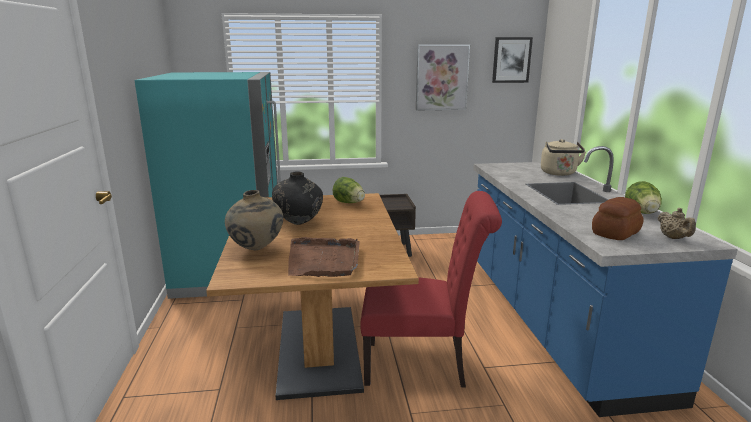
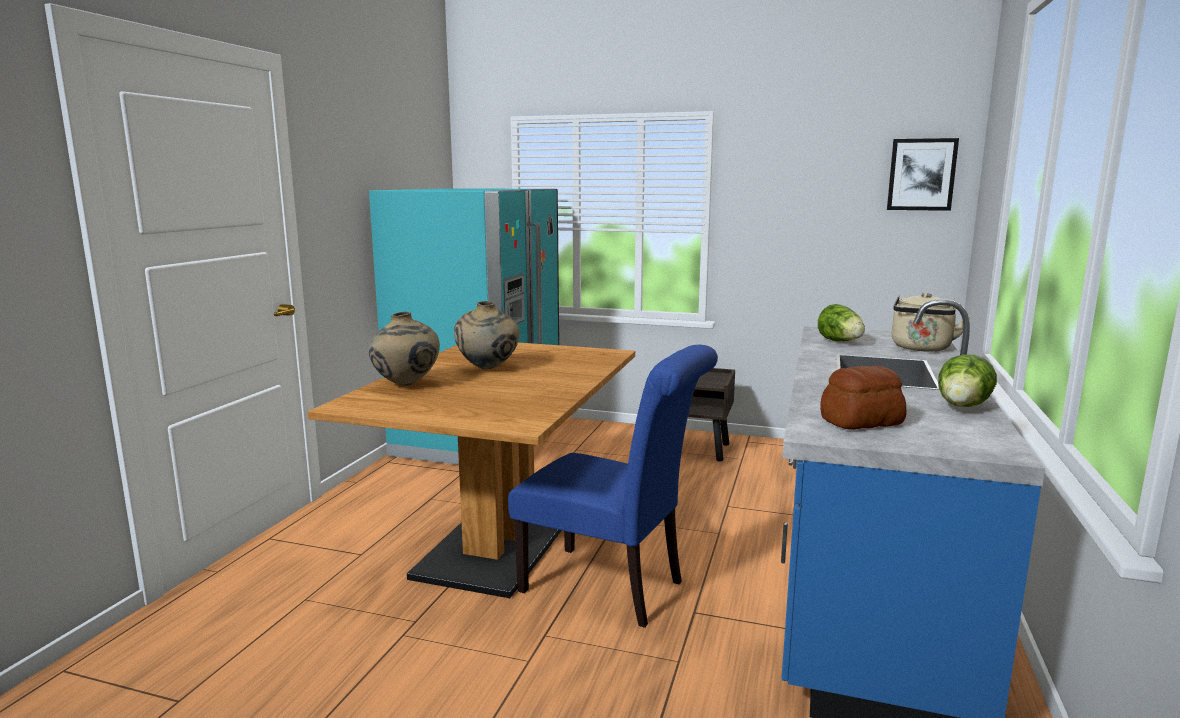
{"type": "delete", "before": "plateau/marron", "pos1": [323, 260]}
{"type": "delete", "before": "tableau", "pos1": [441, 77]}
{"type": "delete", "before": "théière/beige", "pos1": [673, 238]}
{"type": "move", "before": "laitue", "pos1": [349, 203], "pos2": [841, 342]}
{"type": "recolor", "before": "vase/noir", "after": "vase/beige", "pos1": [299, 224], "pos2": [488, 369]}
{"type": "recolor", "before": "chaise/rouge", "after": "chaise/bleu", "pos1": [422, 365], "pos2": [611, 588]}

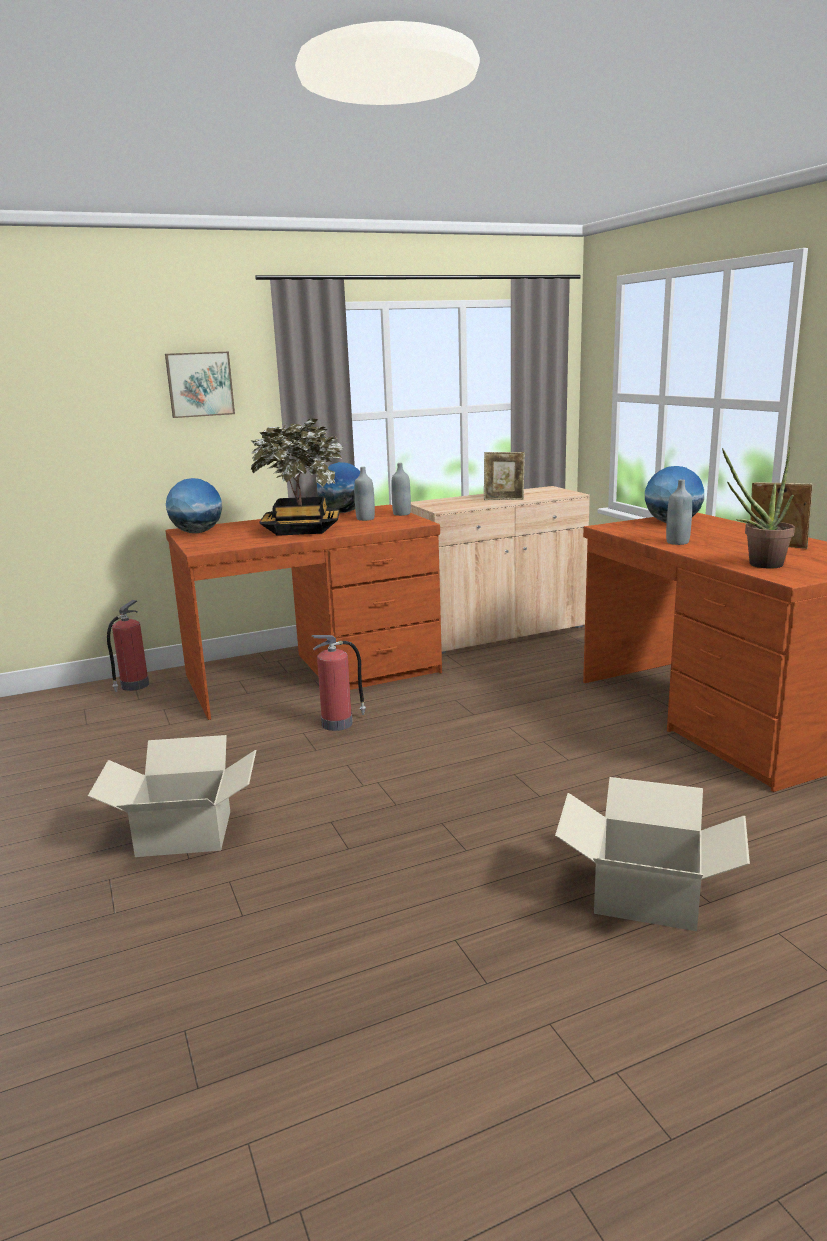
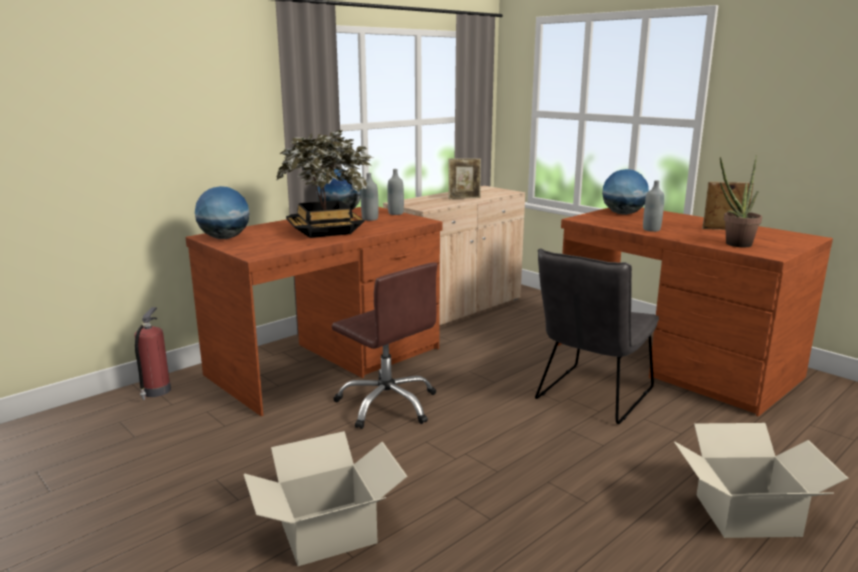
{"type": "delete", "before": "tableau", "pos1": [200, 384]}
{"type": "insert", "after": "chaise/gris", "pos2": [590, 397]}
{"type": "replace", "before": "extincteur", "after": "chaise de bureau/marron", "pos1": [339, 723], "pos2": [387, 404]}

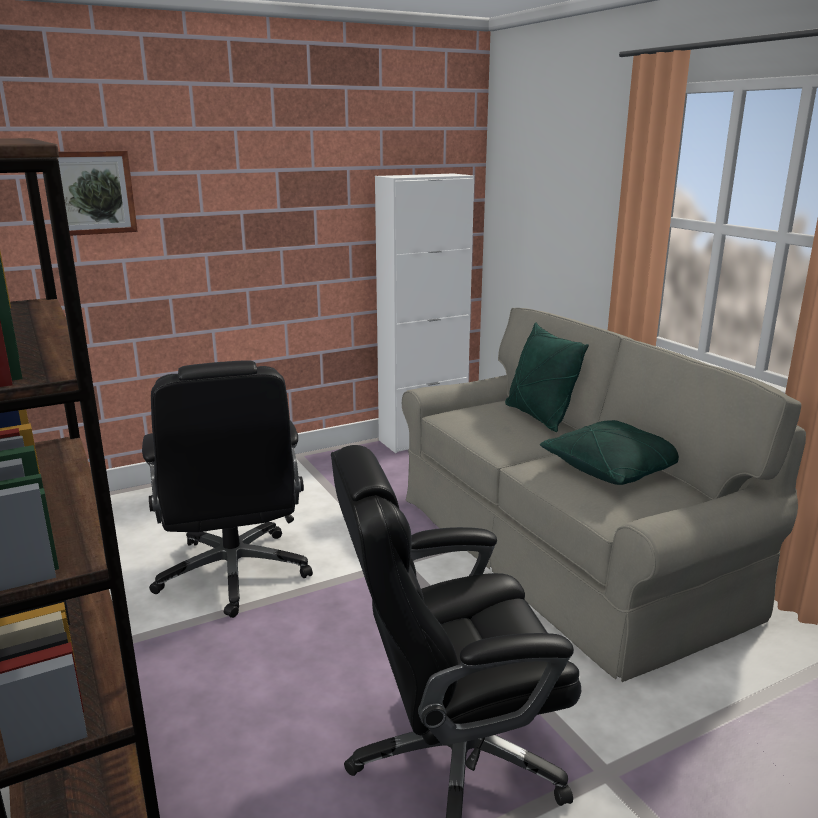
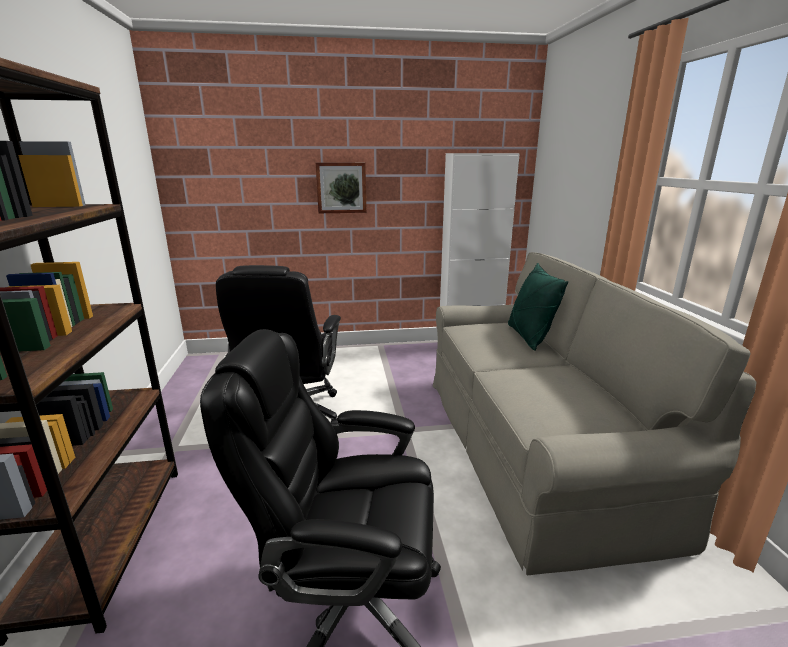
{"type": "delete", "before": "coussin/vert", "pos1": [614, 469]}
{"type": "move", "before": "tableau", "pos1": [89, 192], "pos2": [341, 187]}

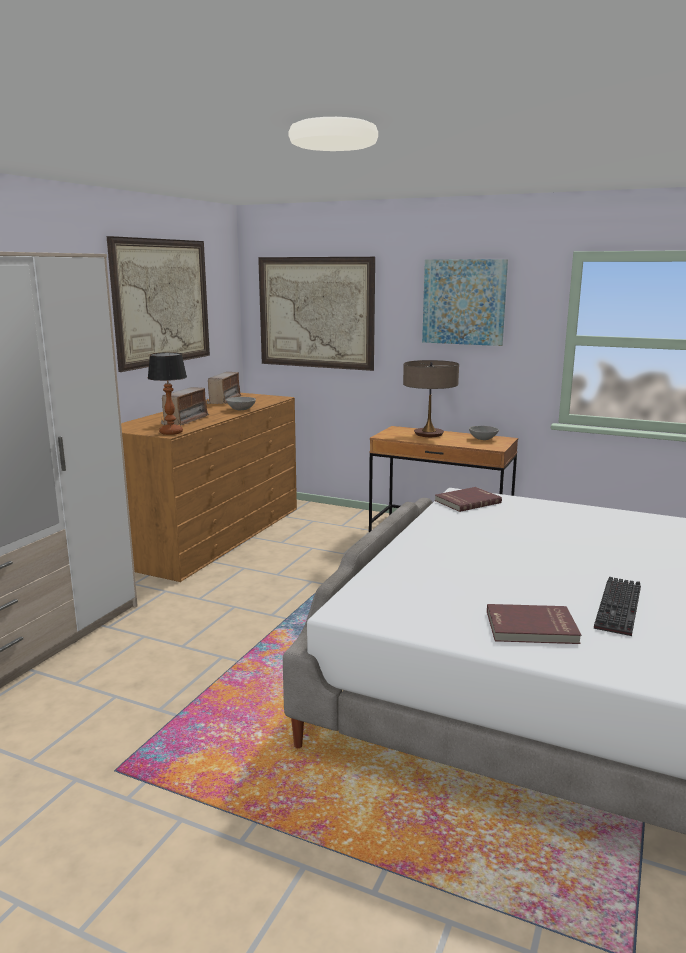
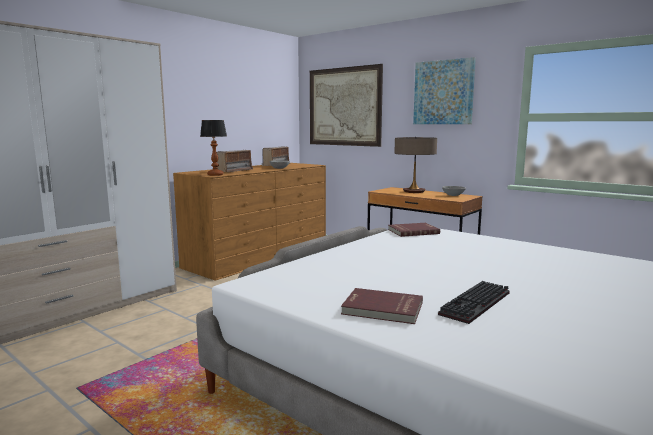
{"type": "delete", "before": "tableau", "pos1": [162, 302]}

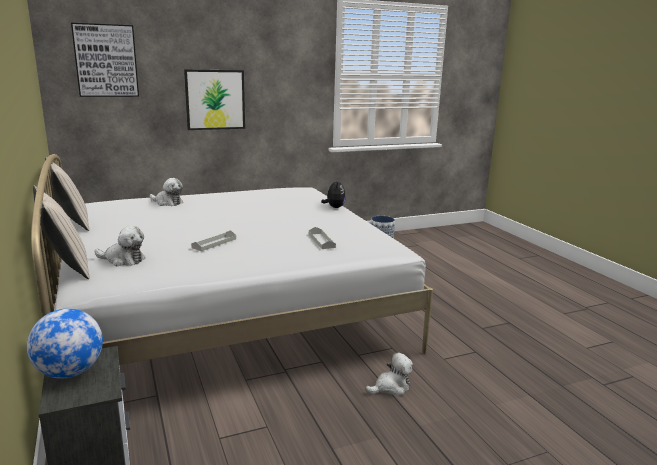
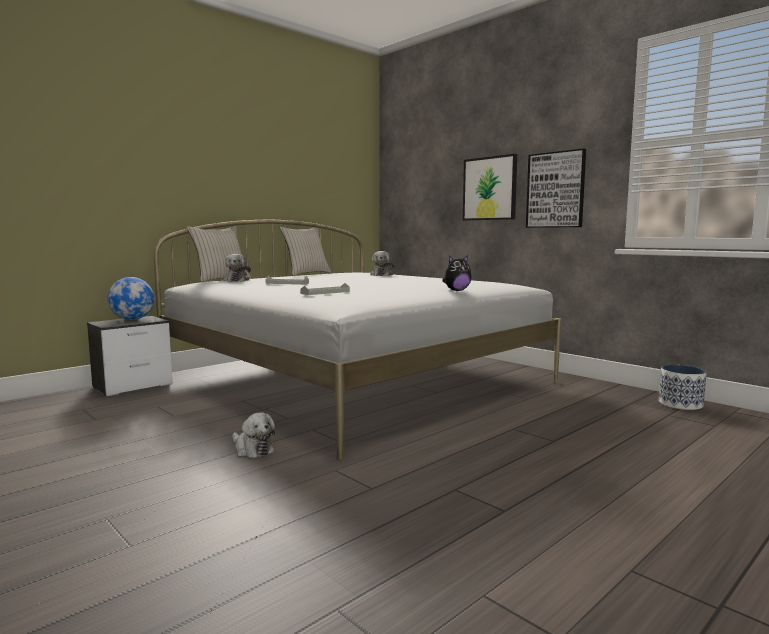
{"type": "move", "before": "tableau", "pos1": [106, 60], "pos2": [555, 190]}

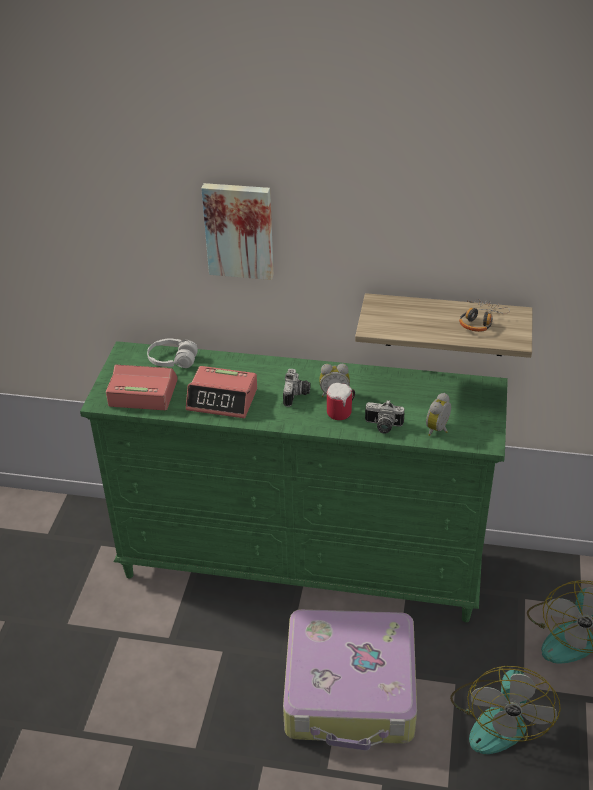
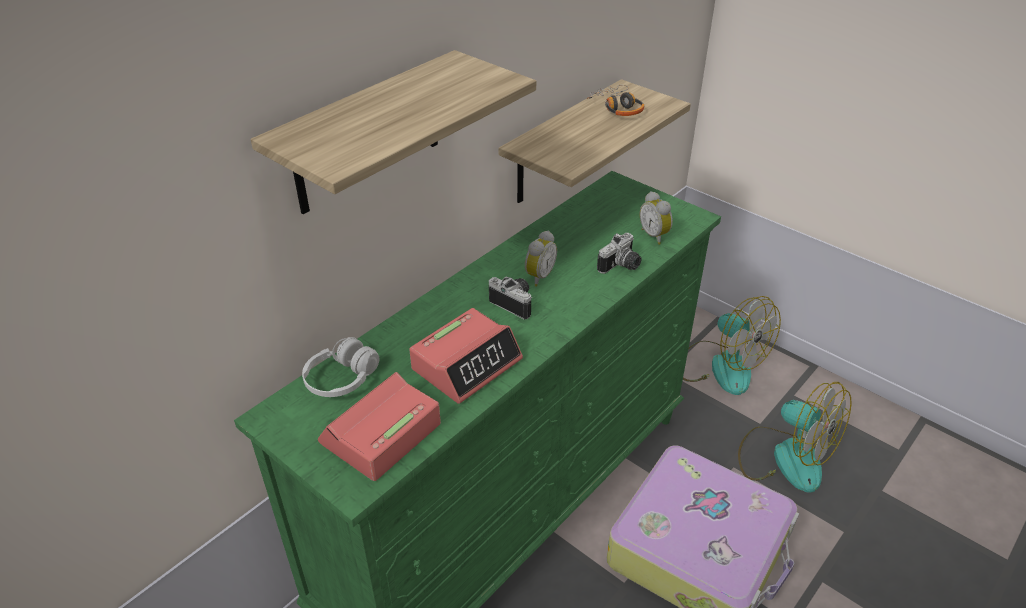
{"type": "delete", "before": "mug", "pos1": [342, 412]}
{"type": "replace", "before": "tableau", "after": "étagère", "pos1": [239, 230], "pos2": [367, 134]}

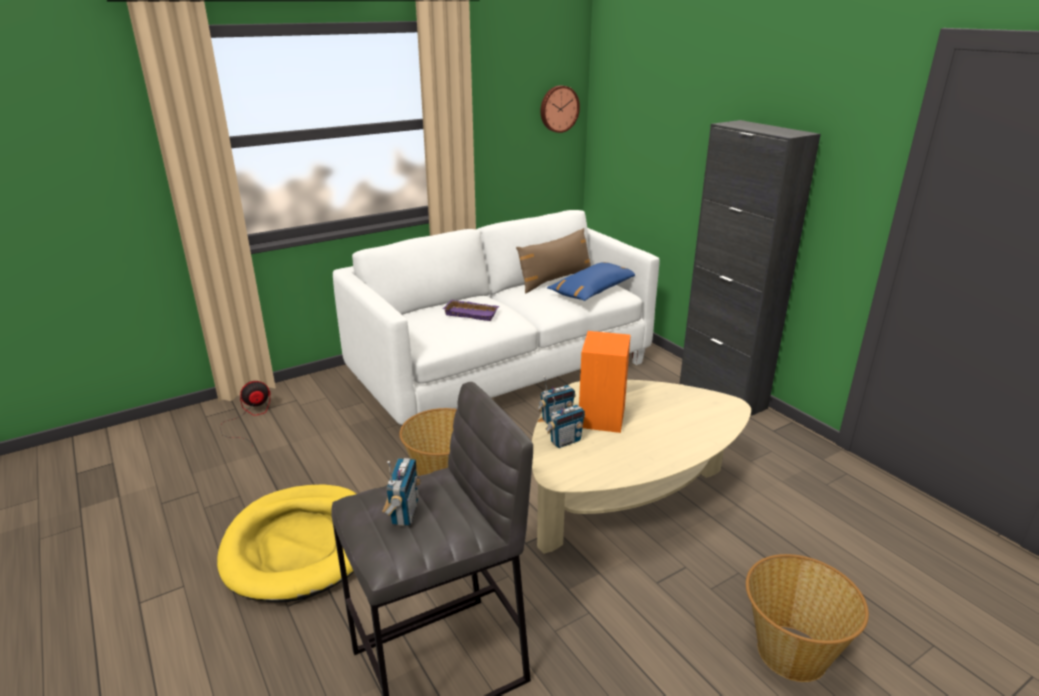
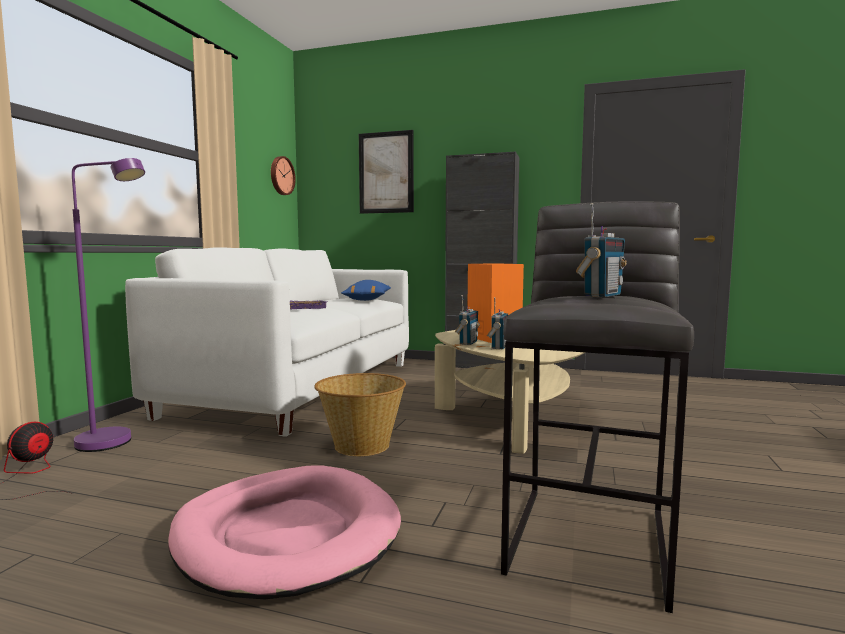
{"type": "delete", "before": "coussin/marron", "pos1": [555, 280]}
{"type": "delete", "before": "panier", "pos1": [791, 651]}
{"type": "insert", "after": "lampadaire/violet", "pos2": [114, 444]}
{"type": "insert", "after": "tableau", "pos2": [386, 172]}
{"type": "recolor", "before": "panier pour chien/jaune", "after": "panier pour chien/rose", "pos1": [299, 545], "pos2": [287, 535]}
{"type": "rotate", "before": "radio", "pos1": [404, 513], "pos2": [601, 295], "turn": 75}

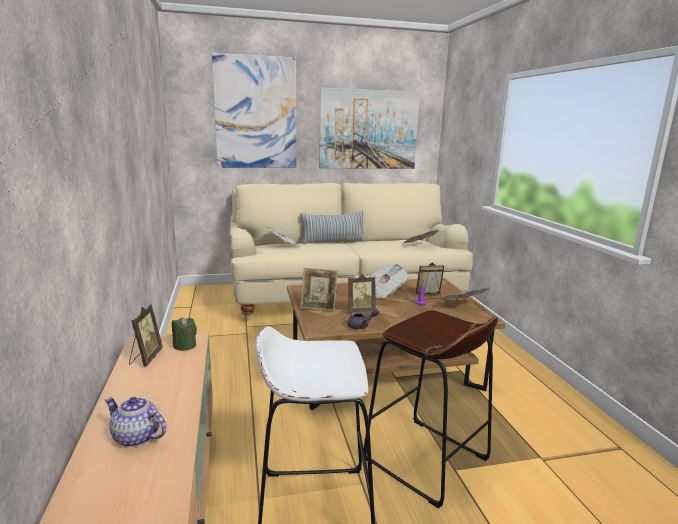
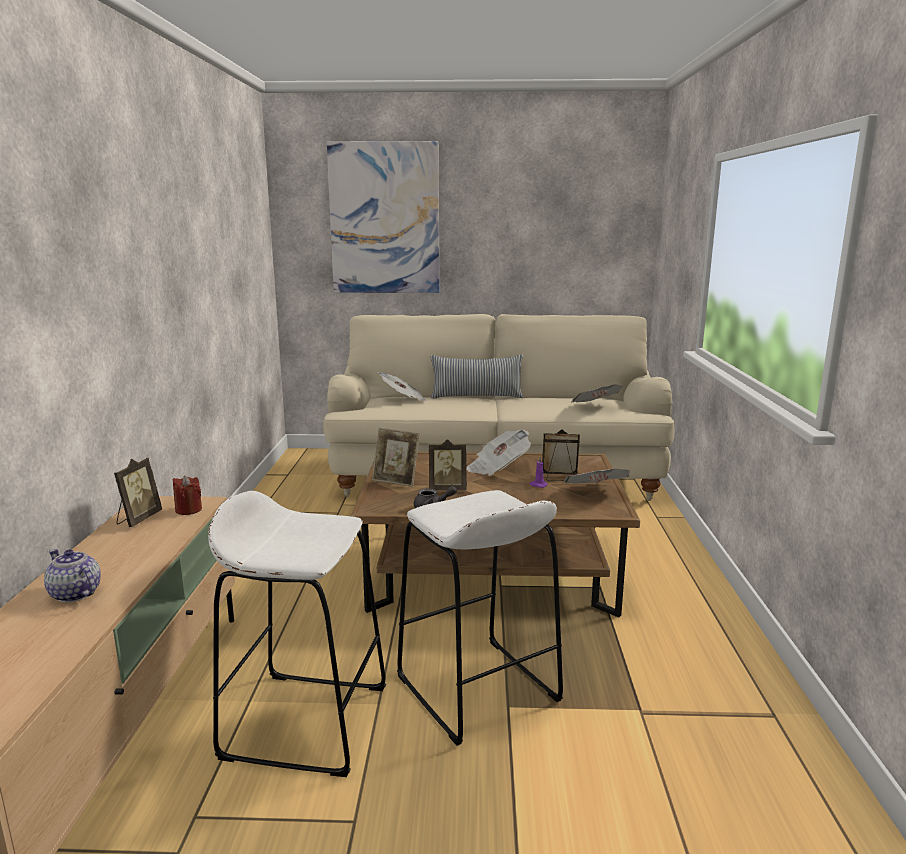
{"type": "delete", "before": "tableau", "pos1": [368, 130]}
{"type": "recolor", "before": "bougie/vert", "after": "bougie/rouge", "pos1": [185, 345], "pos2": [188, 510]}
{"type": "recolor", "before": "tabouret/marron", "after": "tabouret/blanc", "pos1": [426, 460], "pos2": [477, 689]}

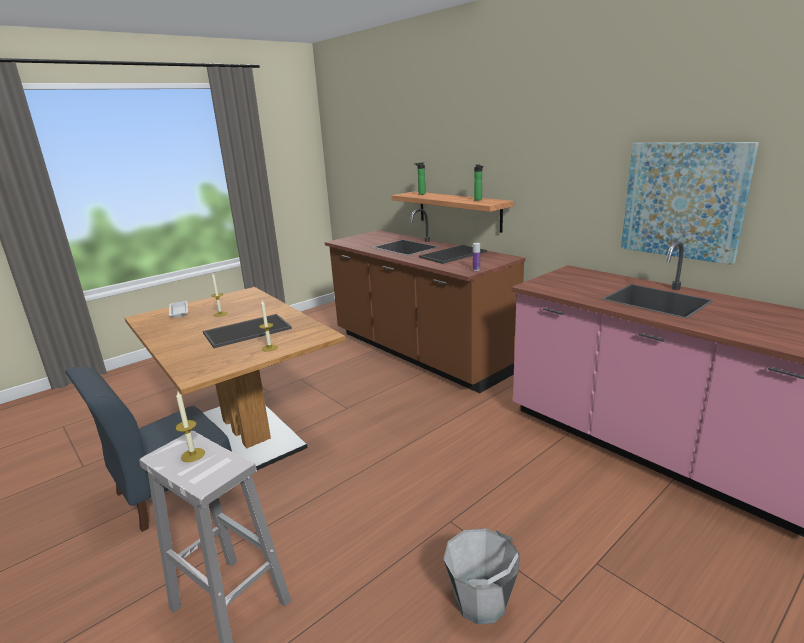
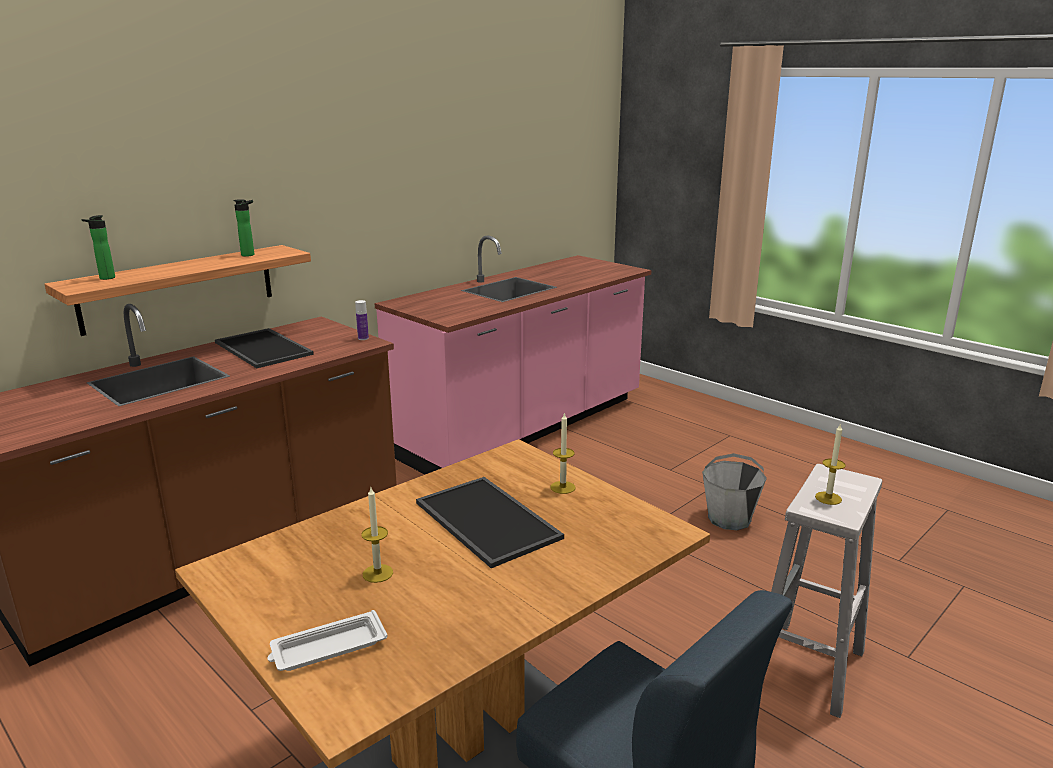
{"type": "delete", "before": "tableau", "pos1": [683, 200]}

